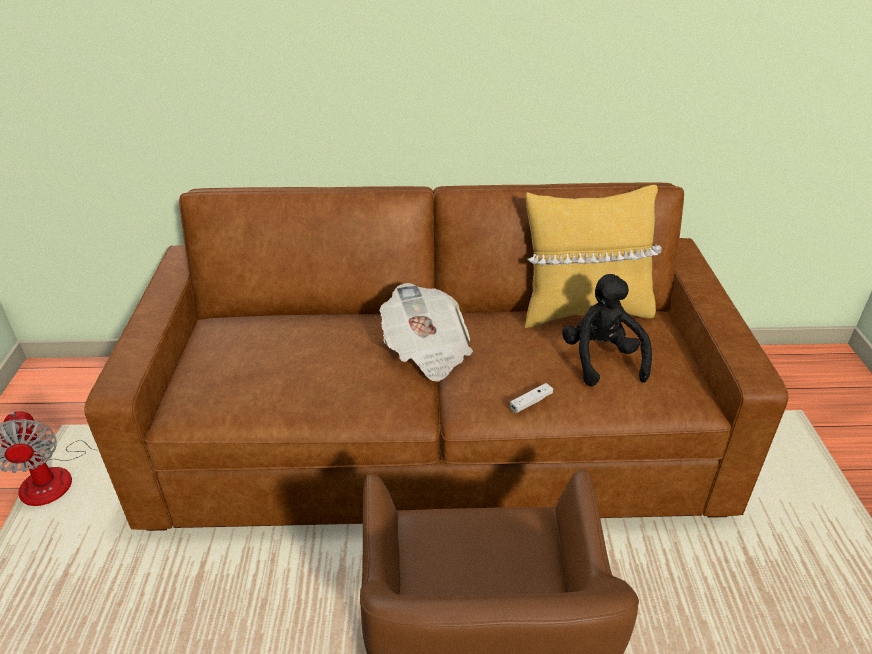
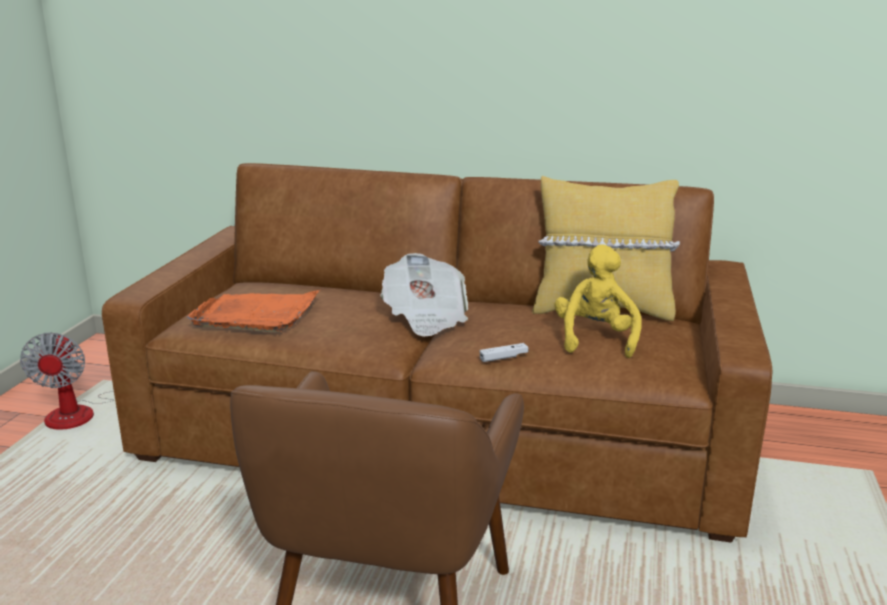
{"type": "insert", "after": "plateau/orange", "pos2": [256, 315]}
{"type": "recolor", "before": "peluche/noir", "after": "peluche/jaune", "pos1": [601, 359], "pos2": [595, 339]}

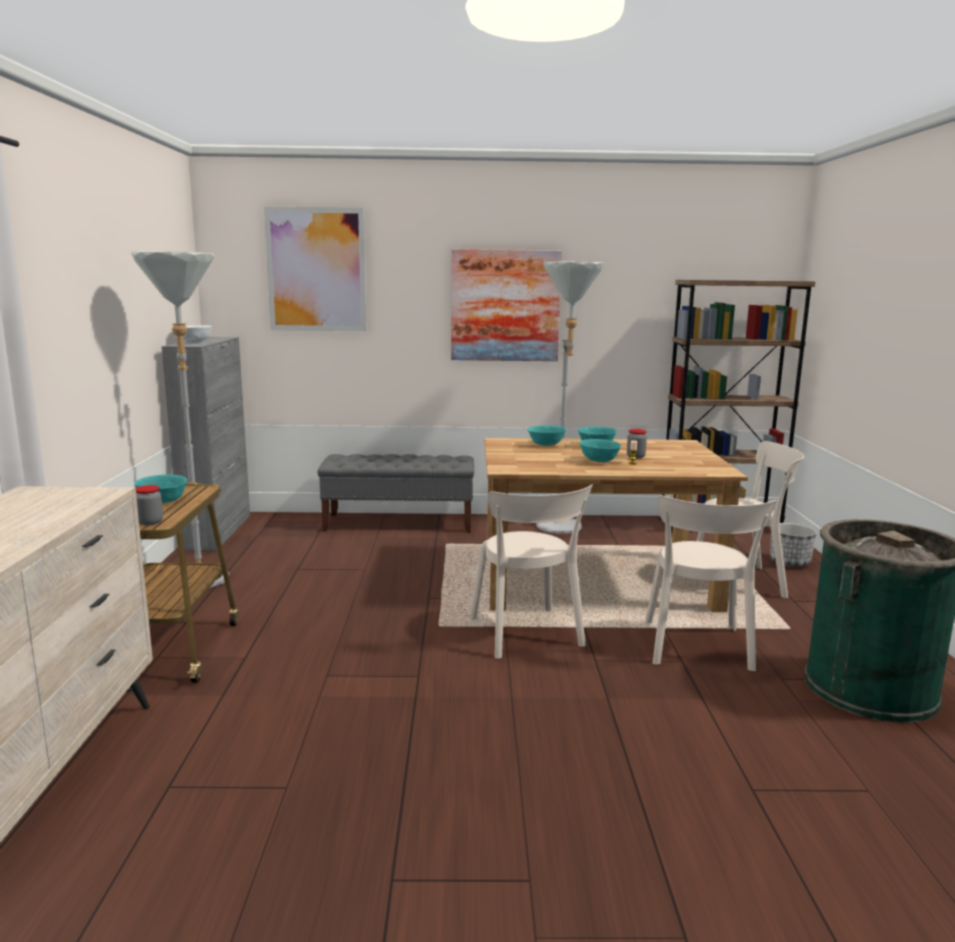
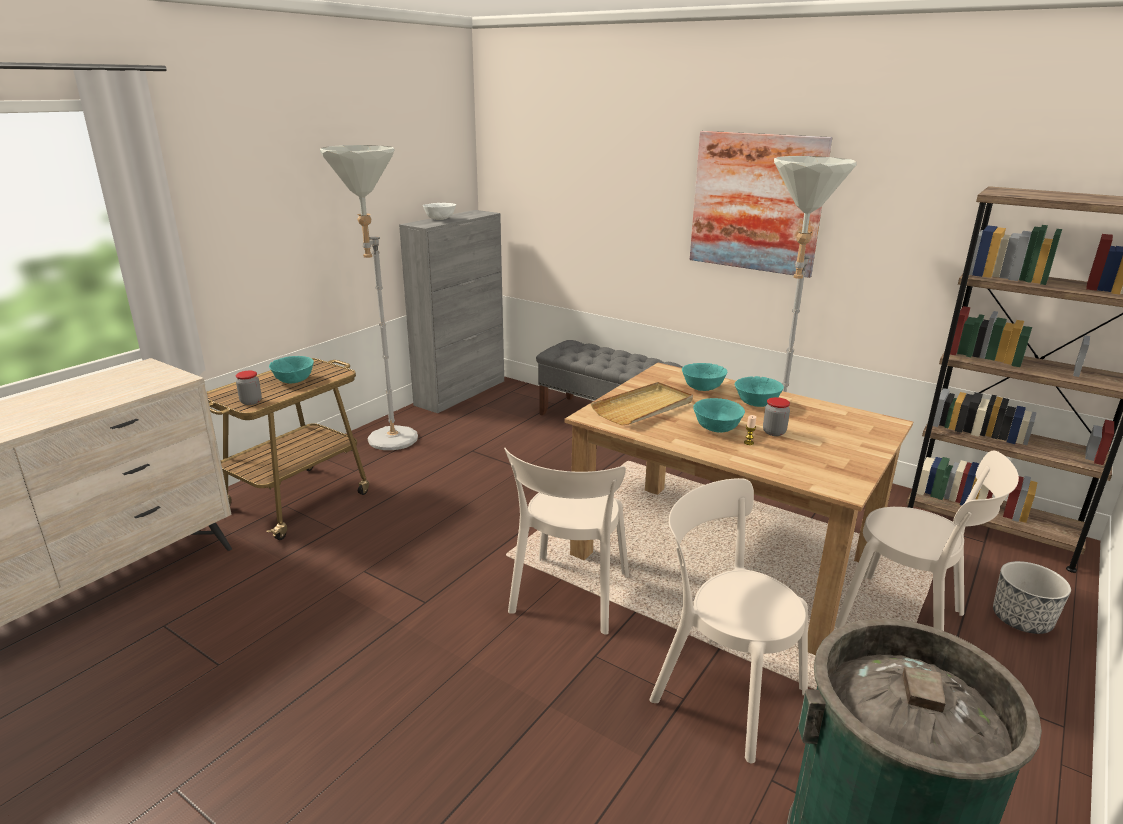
{"type": "delete", "before": "tableau", "pos1": [316, 270]}
{"type": "insert", "after": "plateau/beige", "pos2": [644, 407]}
{"type": "rotate", "before": "chaise/beige", "pos1": [697, 649], "pos2": [722, 692], "turn": 90}

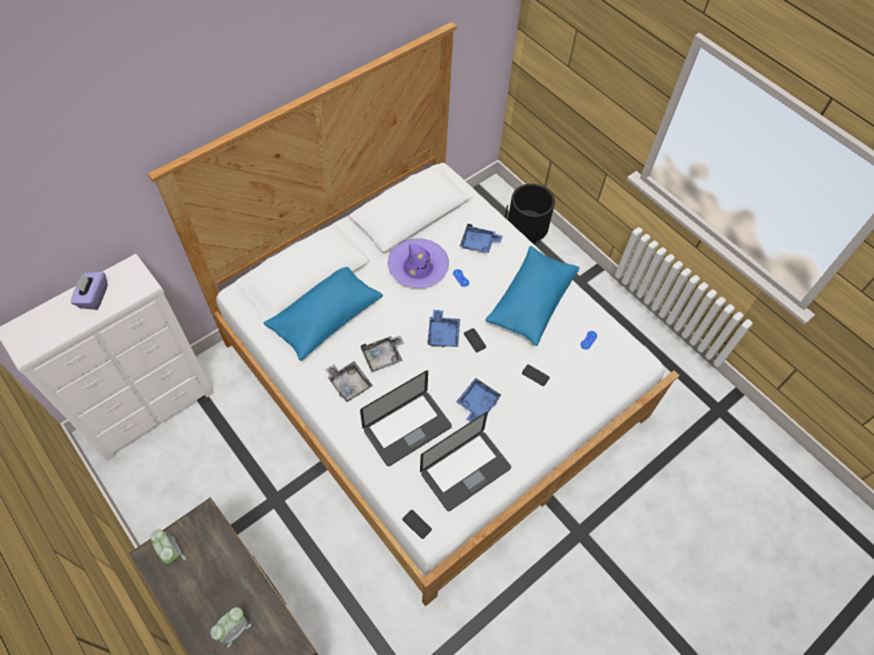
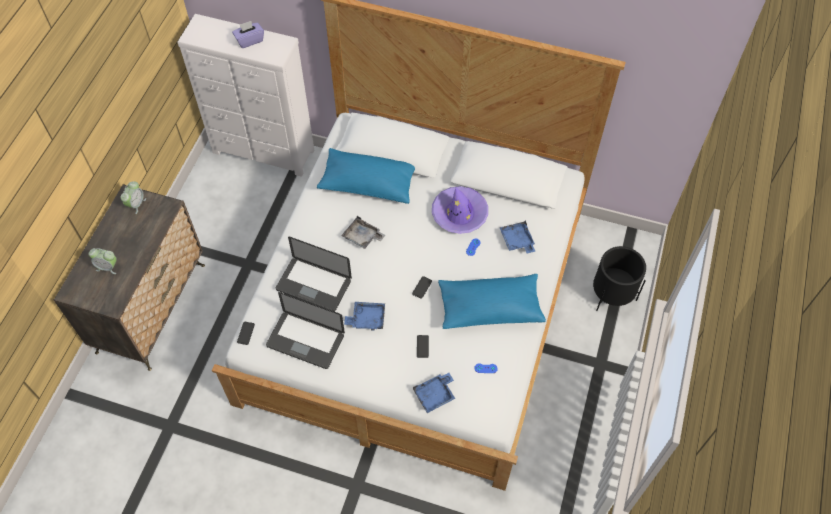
{"type": "delete", "before": "plateau/gris", "pos1": [349, 384]}
{"type": "move", "before": "plateau/bleu", "pos1": [443, 334], "pos2": [435, 395]}

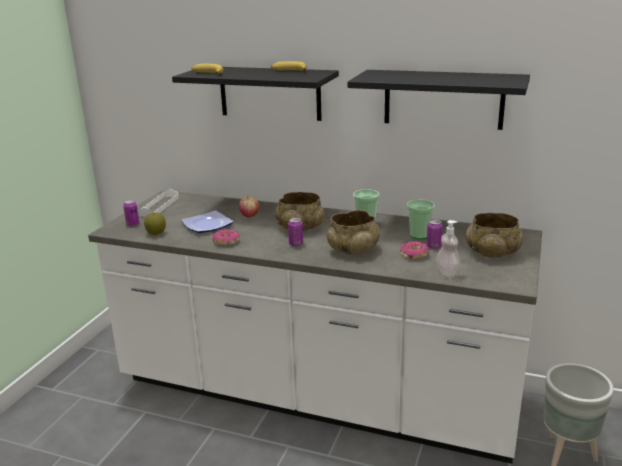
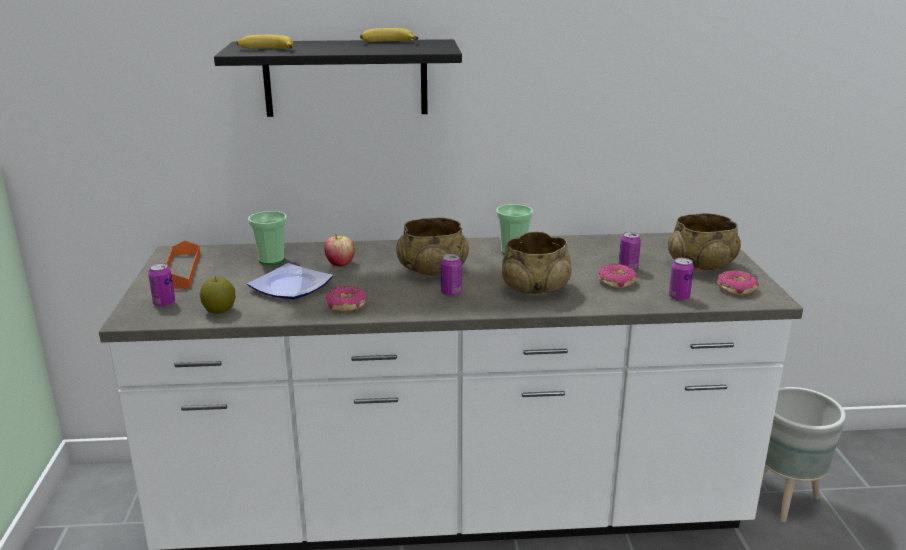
{"type": "delete", "before": "étagère/noir", "pos1": [443, 99]}
{"type": "insert", "after": "beignet", "pos2": [736, 289]}
{"type": "move", "before": "tasse", "pos1": [419, 235], "pos2": [271, 260]}
{"type": "replace", "before": "distributeur de savon", "after": "boîte métallique", "pos1": [447, 272], "pos2": [679, 297]}
{"type": "recolor", "before": "plateau/blanc", "after": "plateau/orange", "pos1": [159, 206], "pos2": [180, 270]}

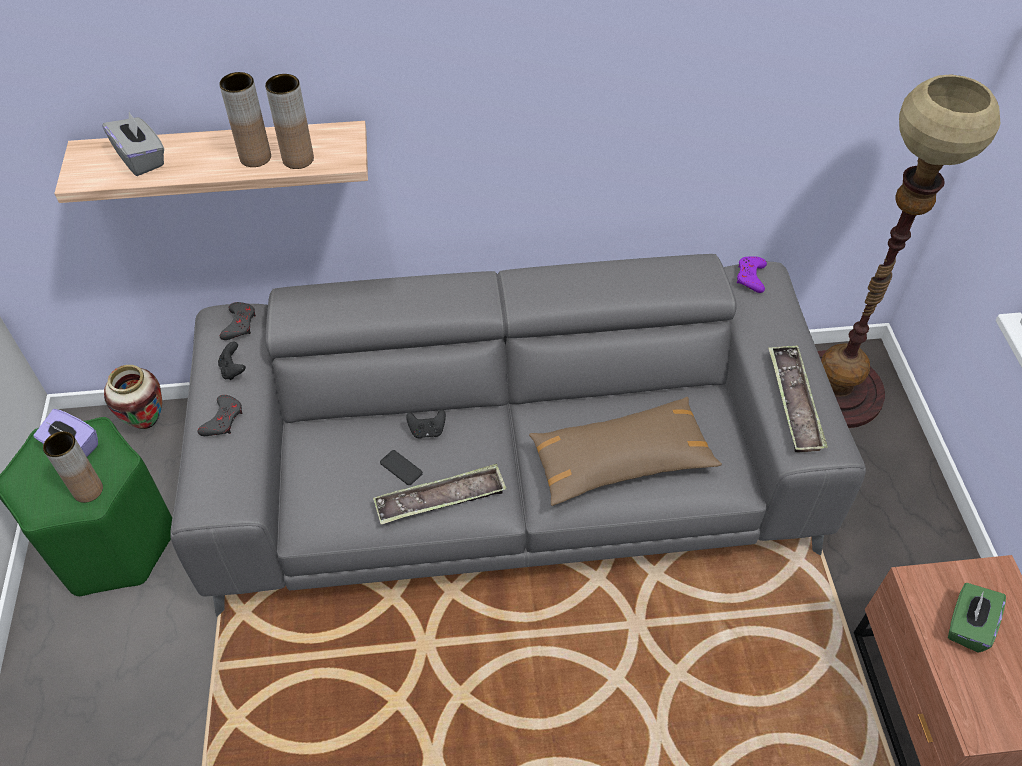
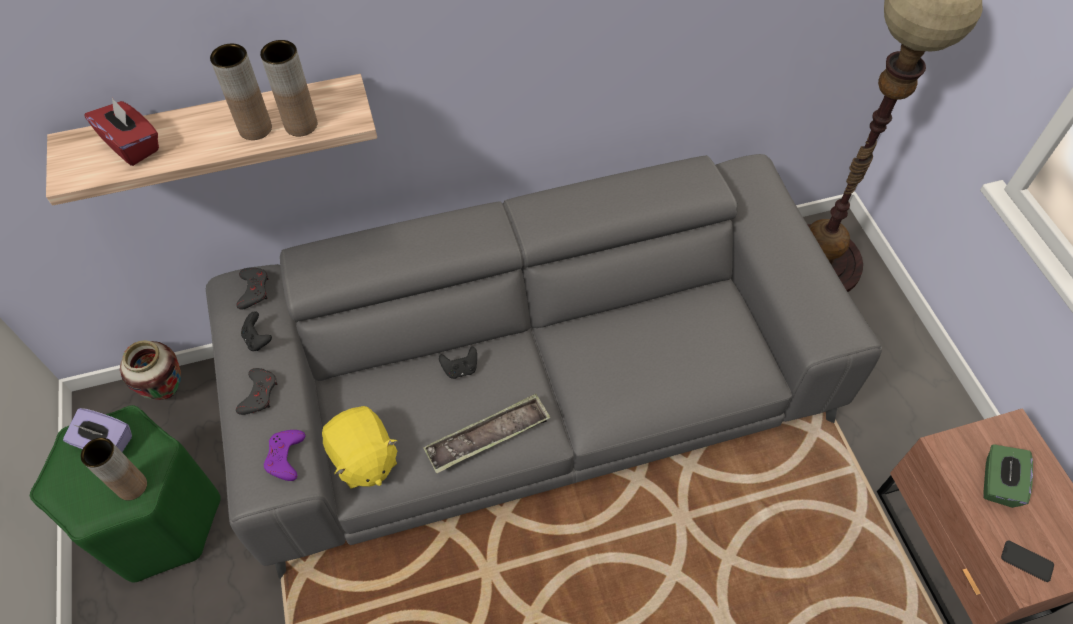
{"type": "delete", "before": "coussin/marron", "pos1": [621, 460]}
{"type": "delete", "before": "plateau", "pos1": [794, 402]}
{"type": "insert", "after": "peluche/jaune", "pos2": [363, 459]}
{"type": "move", "before": "téléphone", "pos1": [401, 468], "pos2": [1027, 561]}
{"type": "move", "before": "manette/violet", "pos1": [750, 277], "pos2": [285, 457]}
{"type": "recolor", "before": "boîte à mouchoirs/gris", "after": "boîte à mouchoirs/rouge", "pos1": [141, 159], "pos2": [132, 145]}

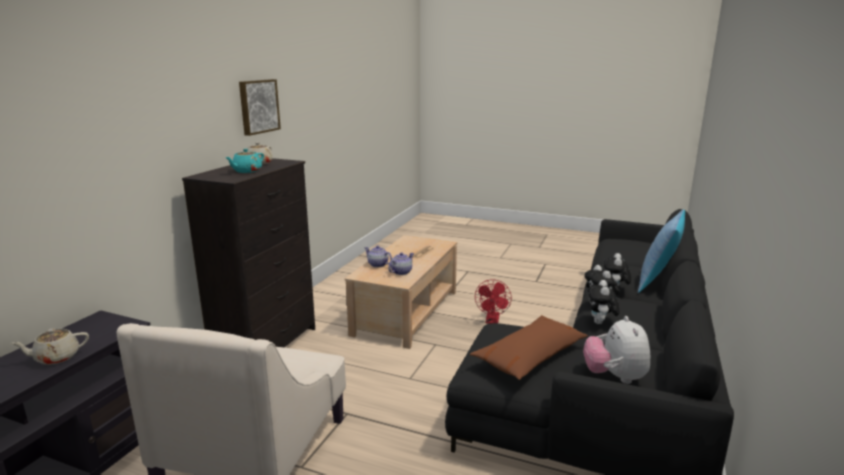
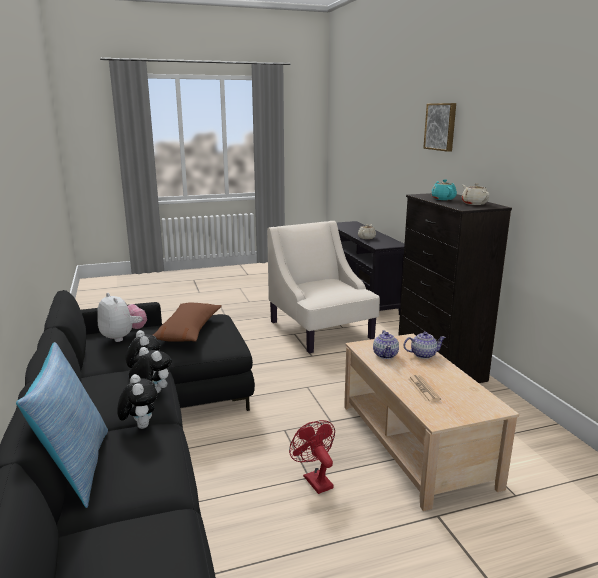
{"type": "move", "before": "tableau", "pos1": [258, 106], "pos2": [441, 126]}

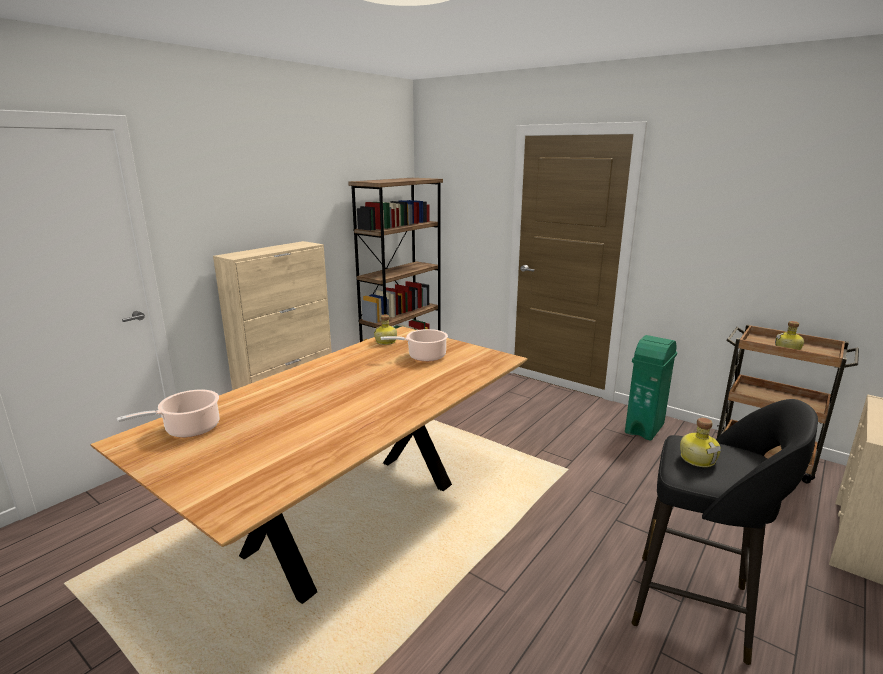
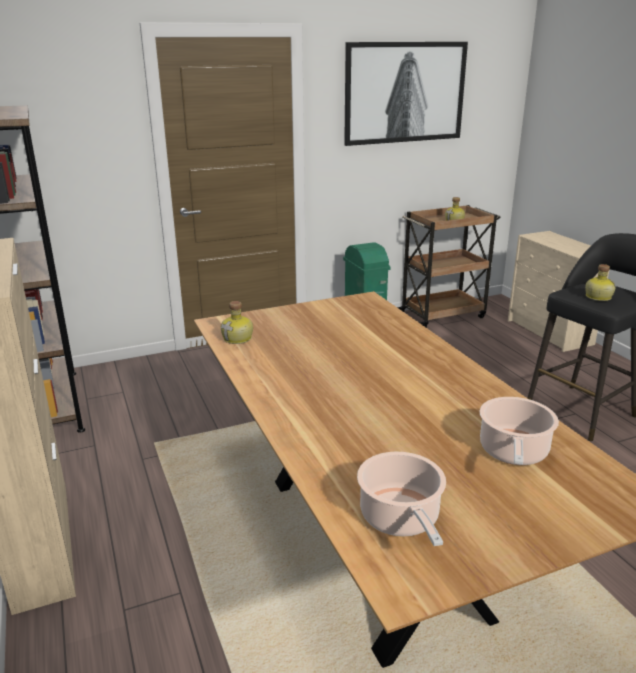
{"type": "insert", "after": "tableau", "pos2": [404, 93]}
{"type": "move", "before": "marmite", "pos1": [424, 356], "pos2": [513, 453]}

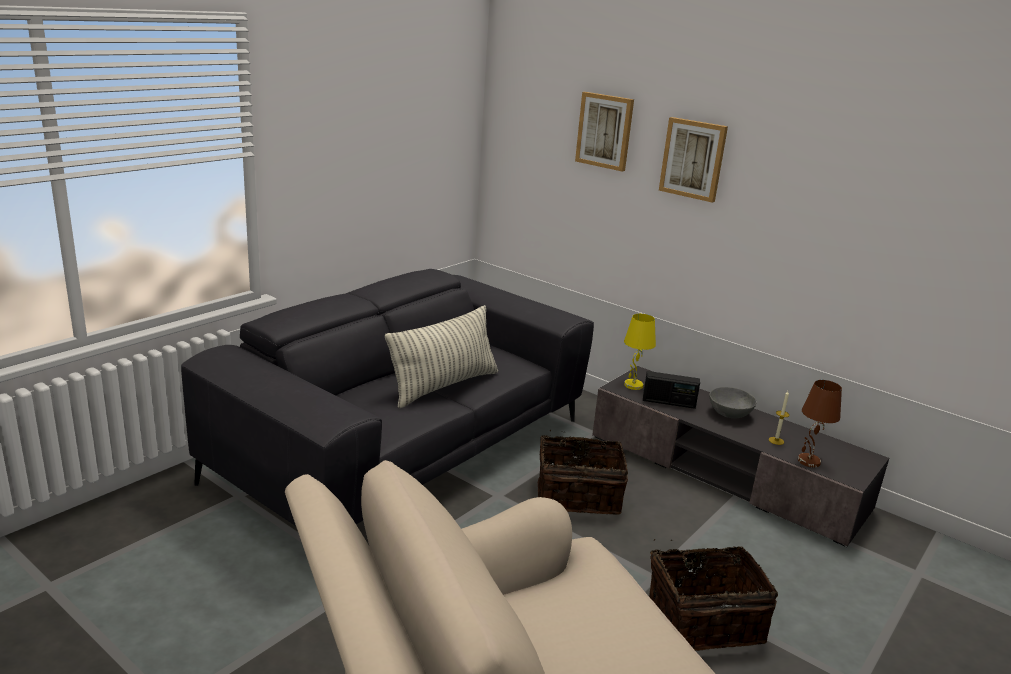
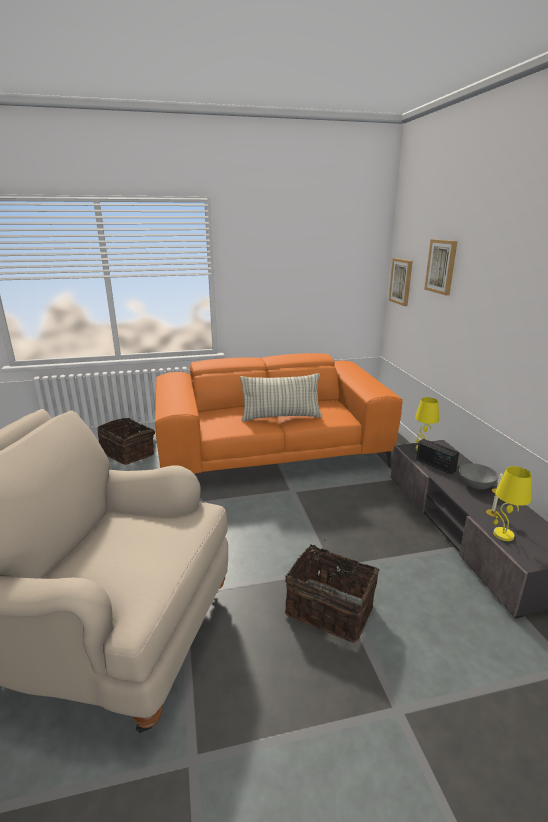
{"type": "move", "before": "panier", "pos1": [577, 495], "pos2": [129, 453]}
{"type": "move", "before": "tableau", "pos1": [693, 159], "pos2": [401, 281]}
{"type": "recolor", "before": "canapé/gris", "after": "canapé/orange", "pos1": [404, 450], "pos2": [271, 454]}
{"type": "recolor", "before": "lampe de table/marron", "after": "lampe de table/jaune", "pos1": [808, 461], "pos2": [502, 535]}

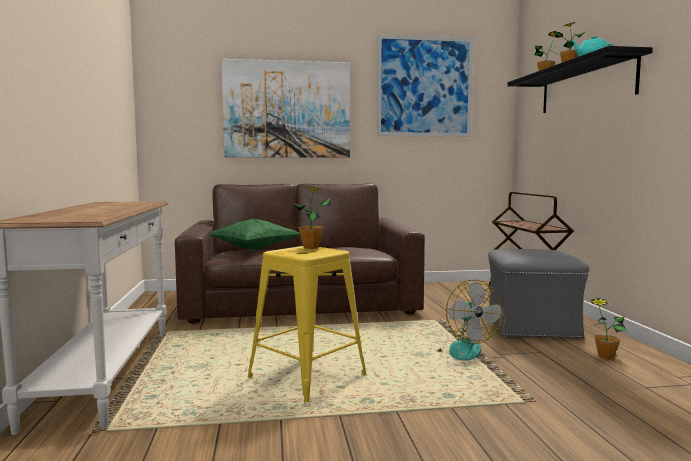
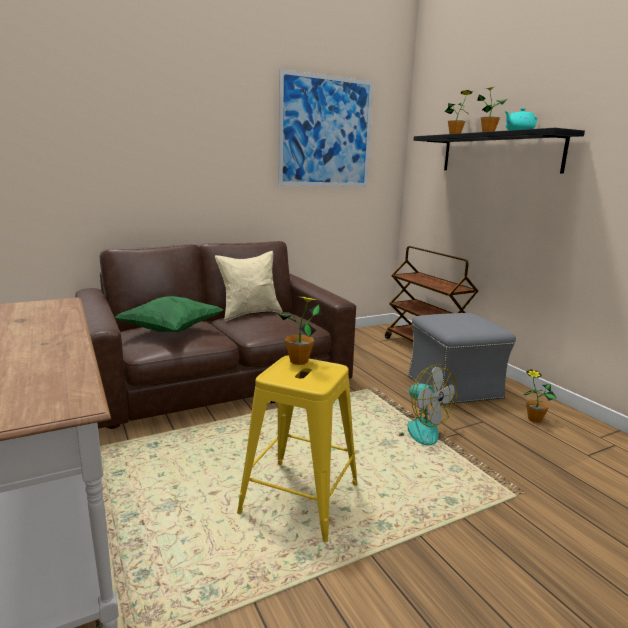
{"type": "delete", "before": "tableau", "pos1": [287, 110]}
{"type": "insert", "after": "coussin/beige", "pos2": [250, 314]}

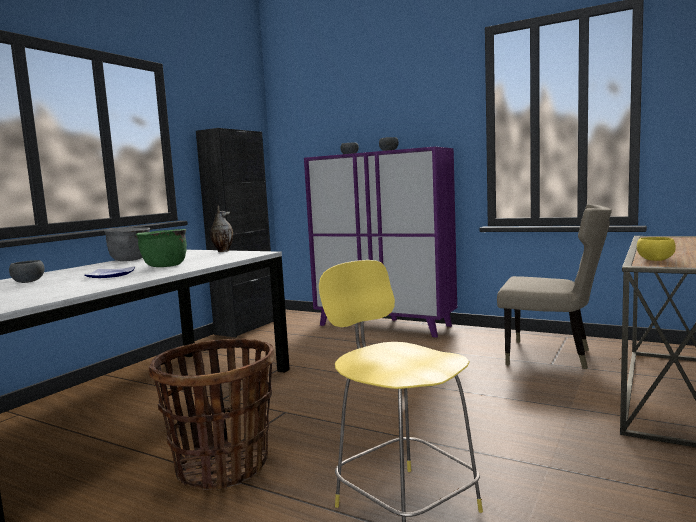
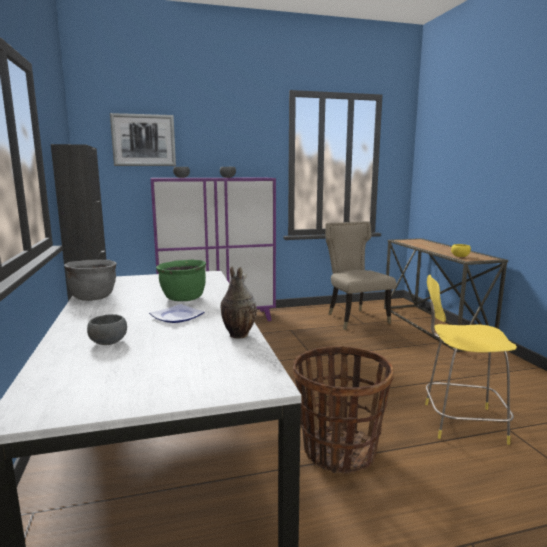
{"type": "insert", "after": "tableau", "pos2": [143, 140]}
{"type": "move", "before": "vase", "pos1": [222, 251], "pos2": [237, 335]}
{"type": "rotate", "before": "chaise/beige", "pos1": [552, 356], "pos2": [355, 318], "turn": -90}

